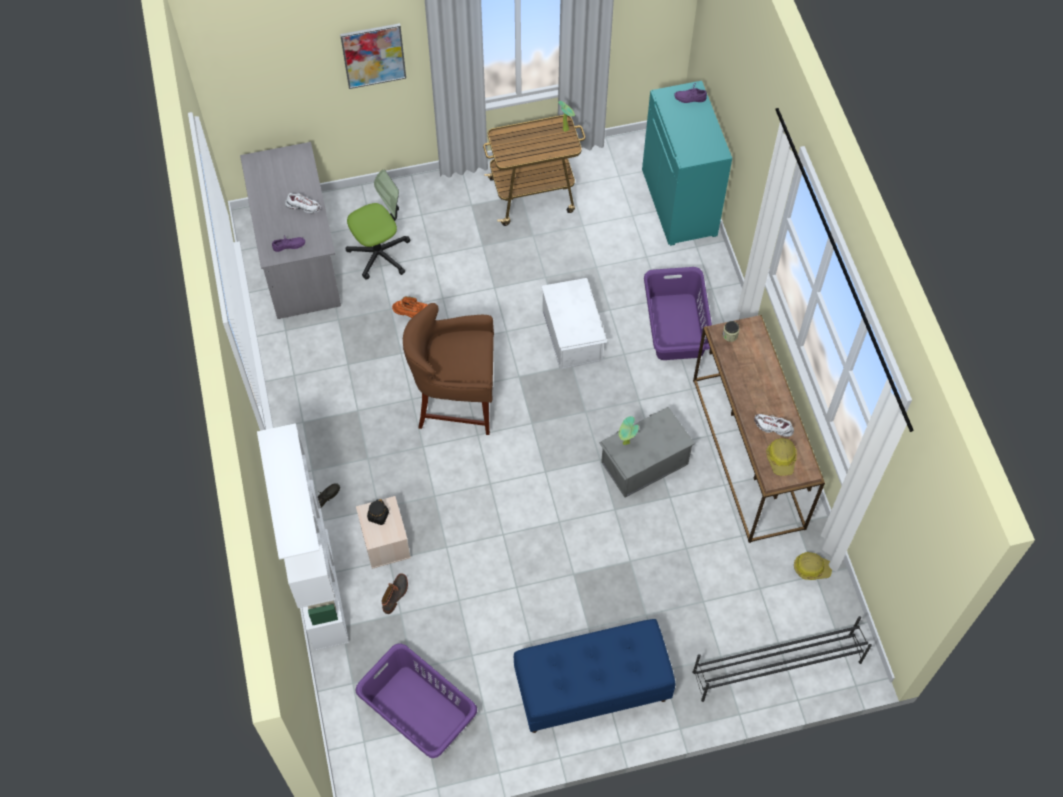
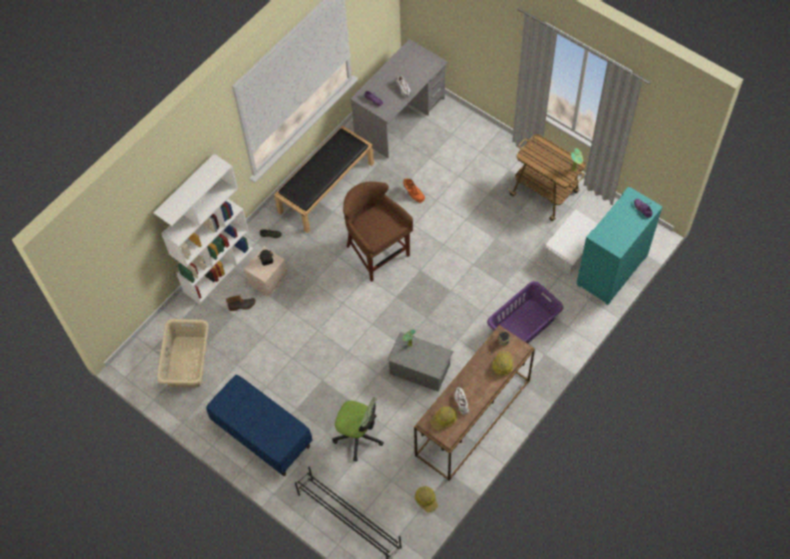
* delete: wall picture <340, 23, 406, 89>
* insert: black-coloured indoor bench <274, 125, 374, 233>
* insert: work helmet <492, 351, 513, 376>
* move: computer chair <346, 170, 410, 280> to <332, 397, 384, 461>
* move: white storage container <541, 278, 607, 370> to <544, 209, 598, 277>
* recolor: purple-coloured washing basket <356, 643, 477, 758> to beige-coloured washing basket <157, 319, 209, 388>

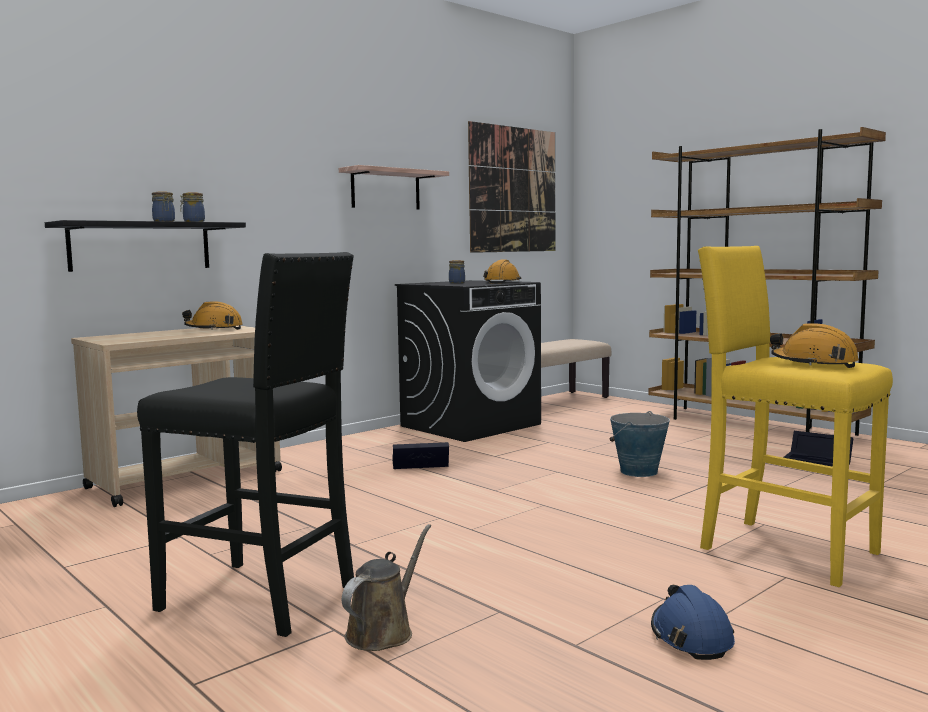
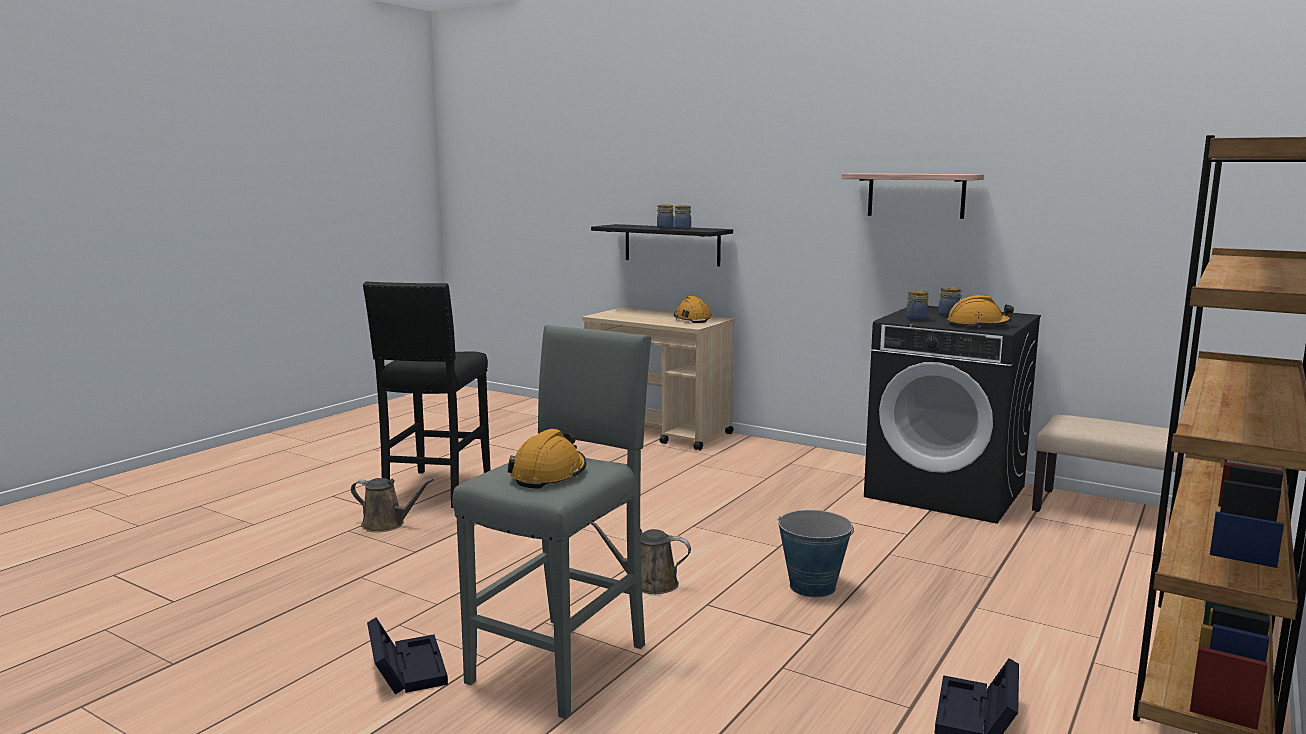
* delete: wall picture <468, 121, 556, 253>
* delete: bluish work helmet <651, 585, 735, 660>
* insert: brown-coloured sprinkling can <591, 522, 691, 594>
* insert: storage jar <906, 290, 929, 321>
* move: black-coloured storage container <392, 442, 449, 469> to <367, 618, 448, 695>
* recolor: yellow stool <698, 246, 893, 587> to gray stool <452, 325, 651, 719>

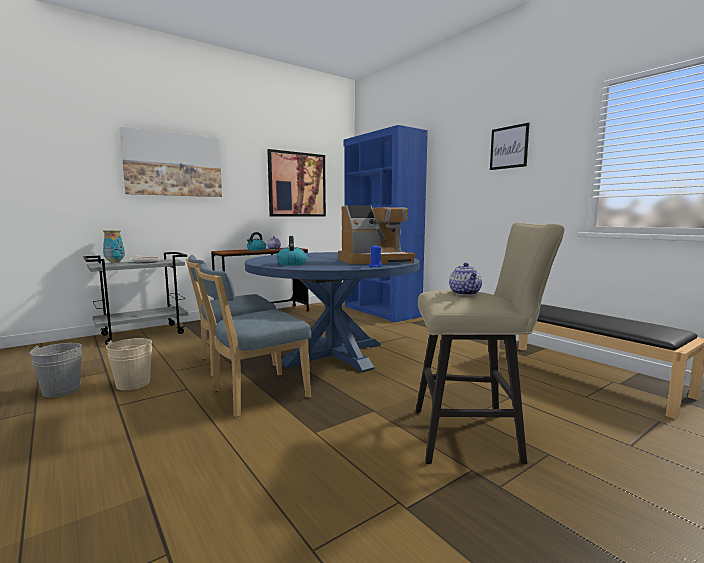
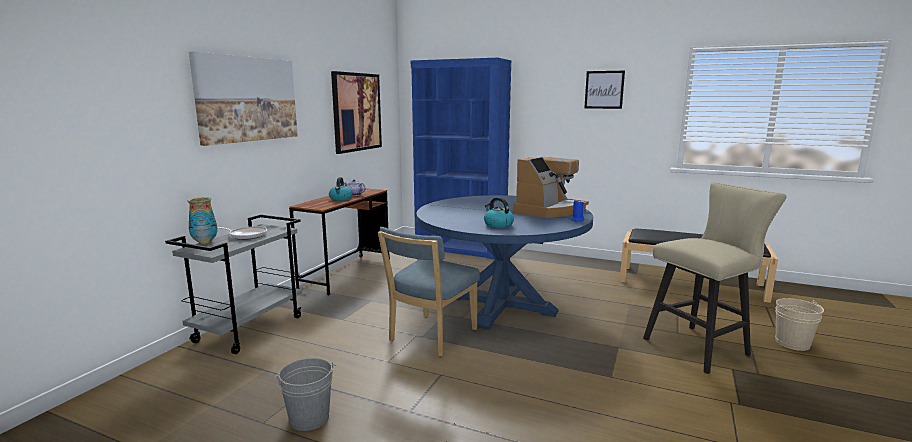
* delete: bluish plain chair <195, 264, 311, 417>
* delete: teapot <449, 263, 482, 295>
* move: beige-coloured pail <106, 338, 152, 390> to <775, 298, 824, 351>

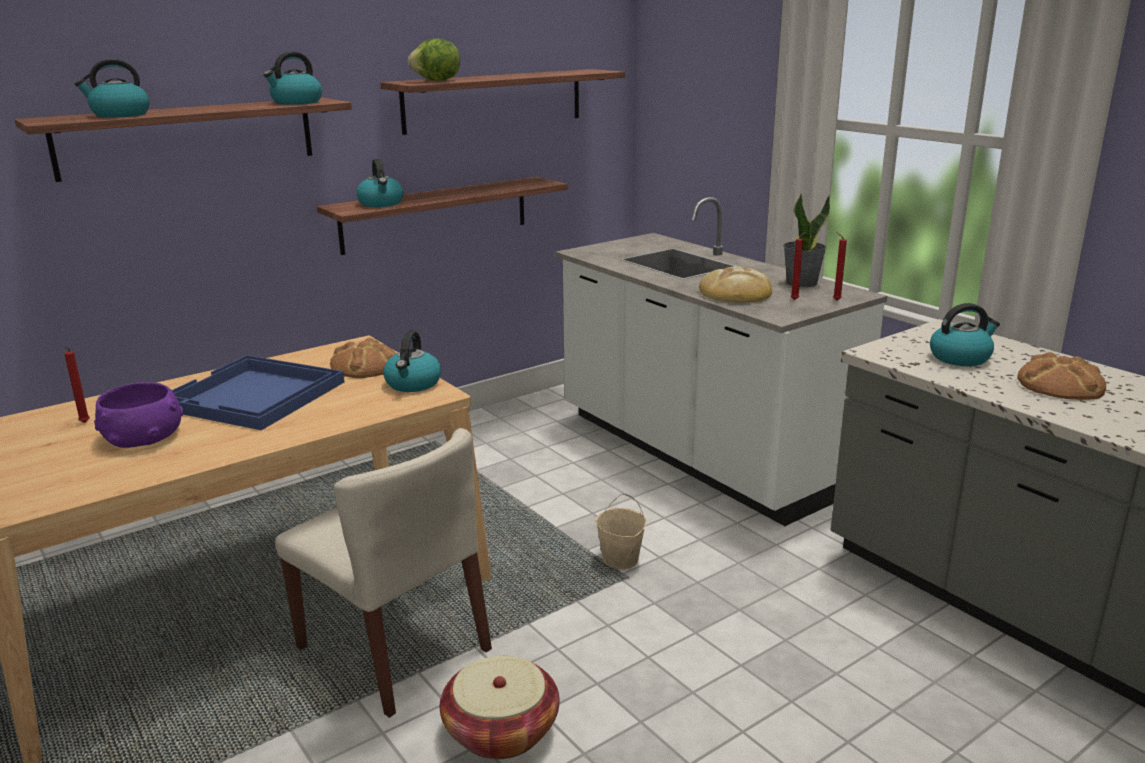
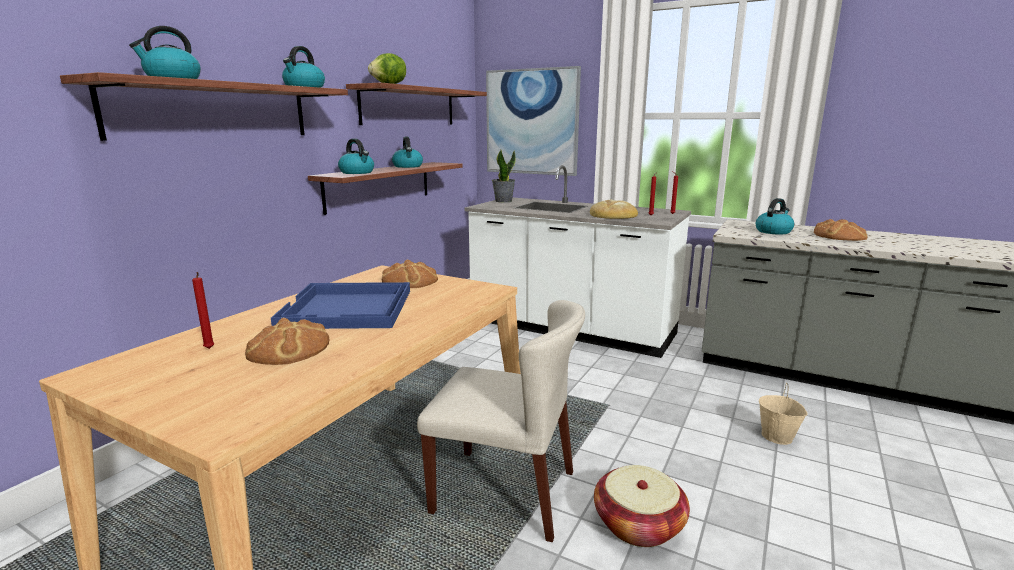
* insert: wall picture <486, 66, 581, 176>
* move: water kettle <383, 331, 441, 392> to <392, 136, 423, 168>
* move: beige-coloured pail <596, 493, 646, 570> to <759, 383, 808, 445>
* move: houseplant <783, 194, 830, 287> to <492, 150, 516, 203>
* replace: purple-coloured deep dish <94, 382, 183, 448> to bread <245, 317, 330, 365>

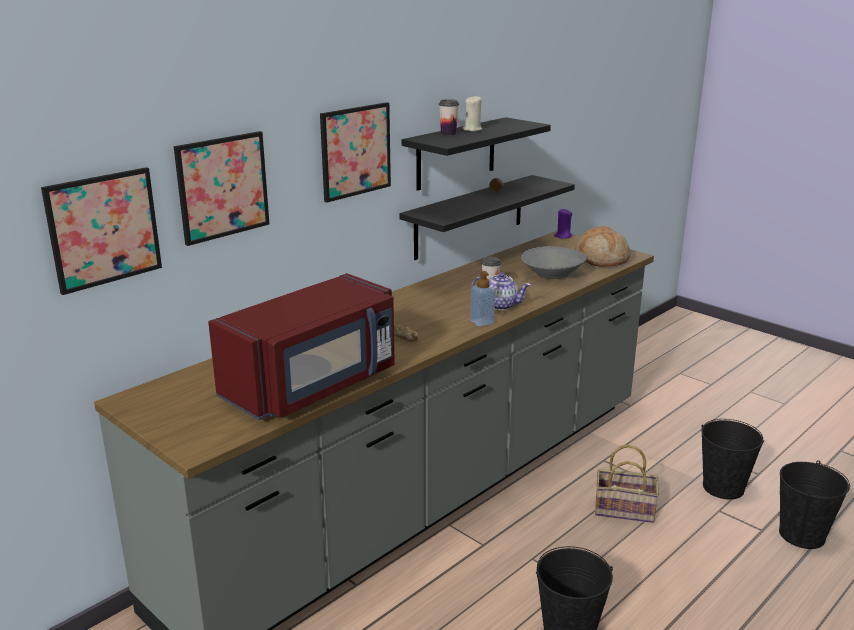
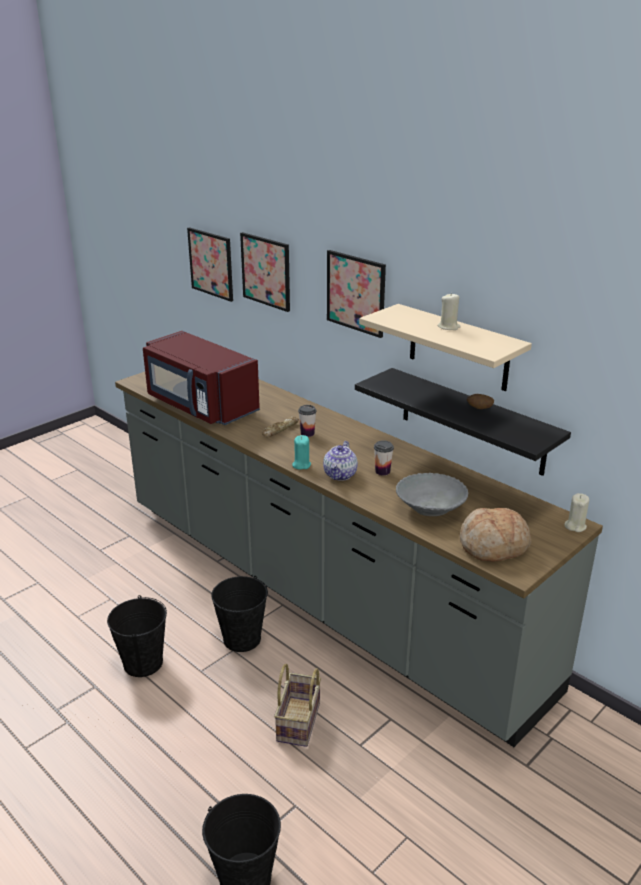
* move: small cup <439, 99, 459, 135> to <298, 405, 317, 437>
* move: black-coloured pail <701, 419, 765, 500> to <211, 576, 268, 652>
* replace: soap bottle <470, 271, 495, 327> to blue-green wax light <292, 435, 311, 470>
* recolor: black-coloured wall shelf <402, 117, 551, 191> to beige-coloured wall shelf <359, 304, 532, 391>
* recolor: purple-coloured wax light <554, 209, 572, 239> to beige-coloured wax light <565, 493, 589, 532>

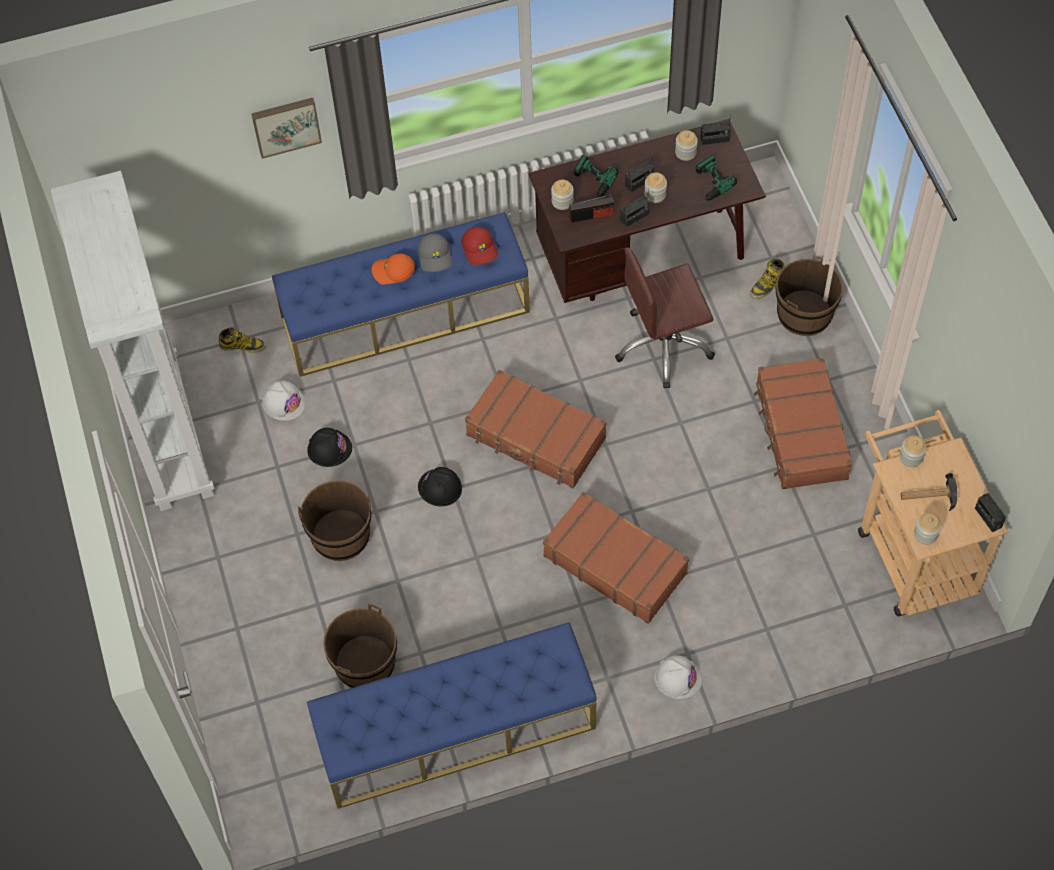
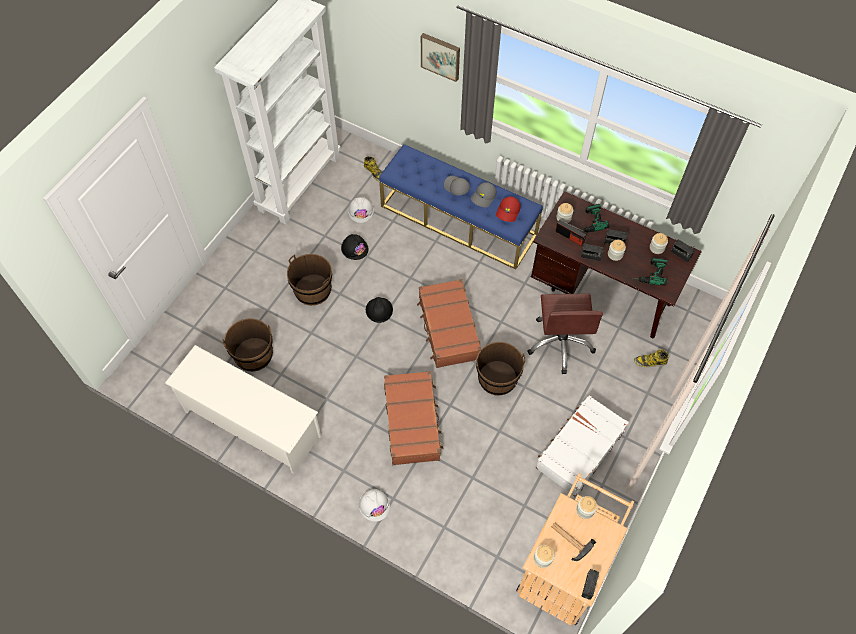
* move: brown-coloured pail <776, 257, 843, 336> to <476, 342, 525, 395>
* replace: bluish indoor bench <307, 622, 597, 809> to white shoe rack <165, 345, 322, 474>
* recolor: orange-coloured baseball cap <372, 253, 415, 285> to gray baseball cap <444, 176, 470, 195>
* recolor: brown-coloured piece of luggage <754, 358, 853, 489> to white piece of luggage <536, 395, 629, 497>
* rotate: brown-coloured computer chair <615, 248, 715, 388> = <528, 293, 603, 374> 120 degrees counterclockwise

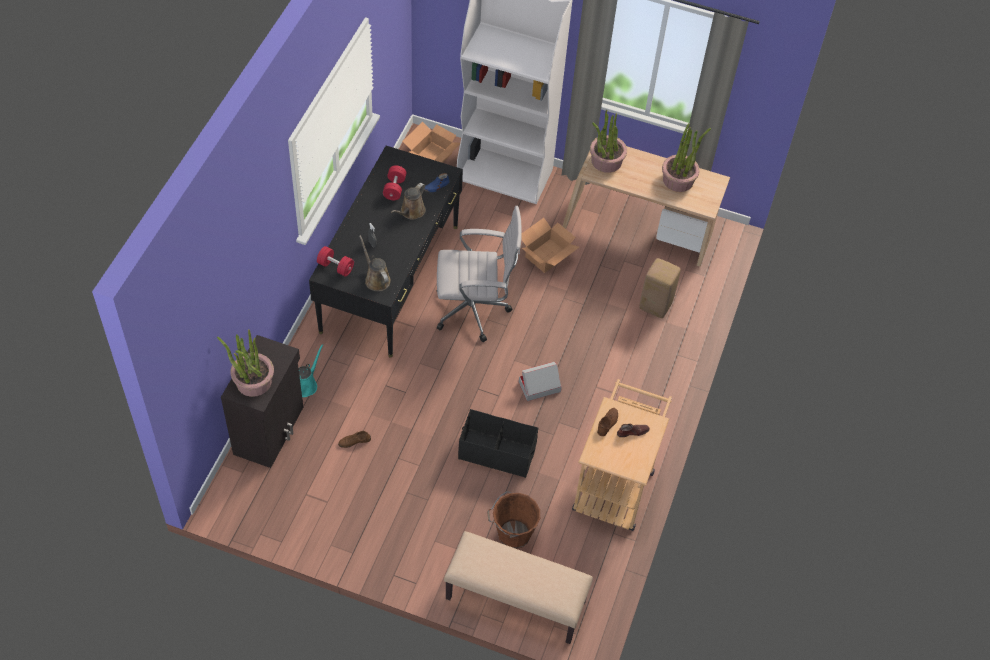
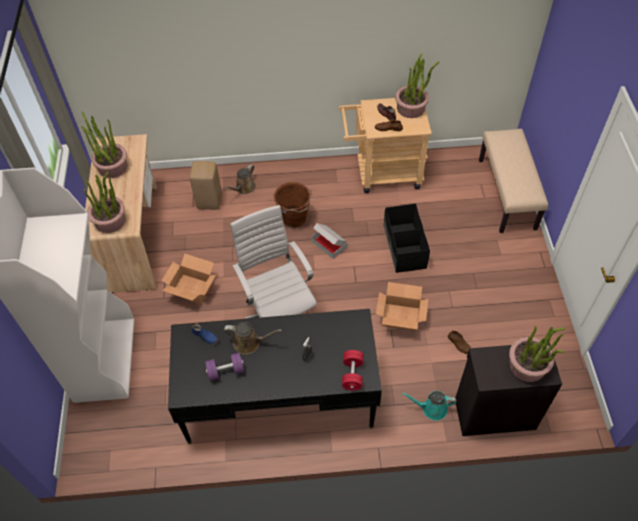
* insert: houseplant <395, 53, 439, 118>
* move: brown-coloured sprinkling can <359, 235, 391, 291> to <225, 164, 256, 194>
* move: carton <403, 122, 460, 163> to <376, 282, 428, 331>
* move: brown-coloured pail <487, 491, 540, 549> to <274, 182, 312, 228>
* recolor: red hand weight <383, 165, 406, 200> to purple-coloured hand weight <205, 353, 244, 381>

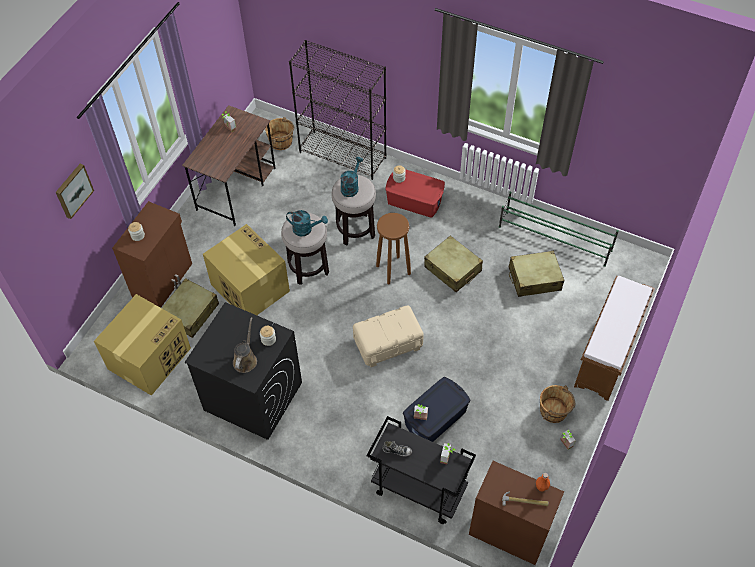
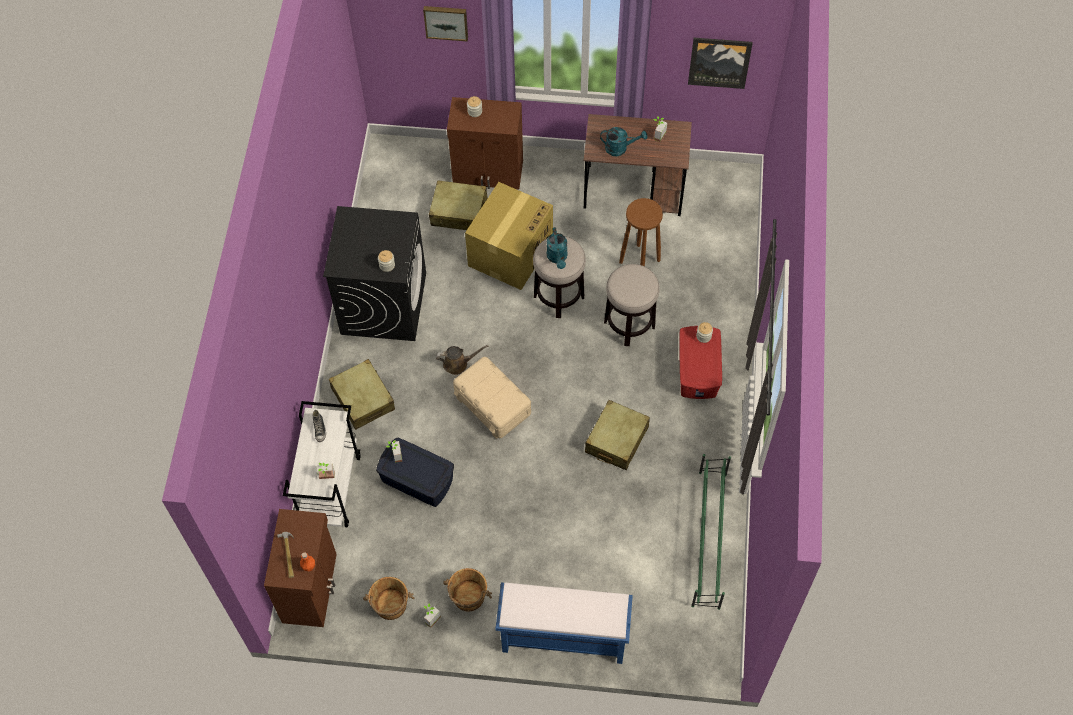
* delete: carton <94, 294, 191, 396>
* delete: black-coloured shelving unit <289, 40, 386, 180>
* insert: wall picture <688, 38, 753, 89>
* move: brown-coloured sprinkling can <233, 317, 257, 373> to <436, 345, 488, 375>
* move: brown-coloured pail <265, 117, 294, 150> to <363, 577, 415, 620>
* move: blue-green sprinkling can <340, 157, 363, 197> to <600, 127, 647, 156>
* move: brown-coloured stool <376, 213, 411, 284> to <619, 198, 663, 266>
* move: beige-coloured piece of luggage <509, 251, 564, 297> to <329, 359, 395, 430>
* recolor: black-coloured wheeled cart <366, 416, 476, 524> to white wheeled cart <283, 401, 360, 528>
* recolor: brown-coloured indoor bench <574, 276, 655, 401> to bluish indoor bench <495, 582, 633, 664>

